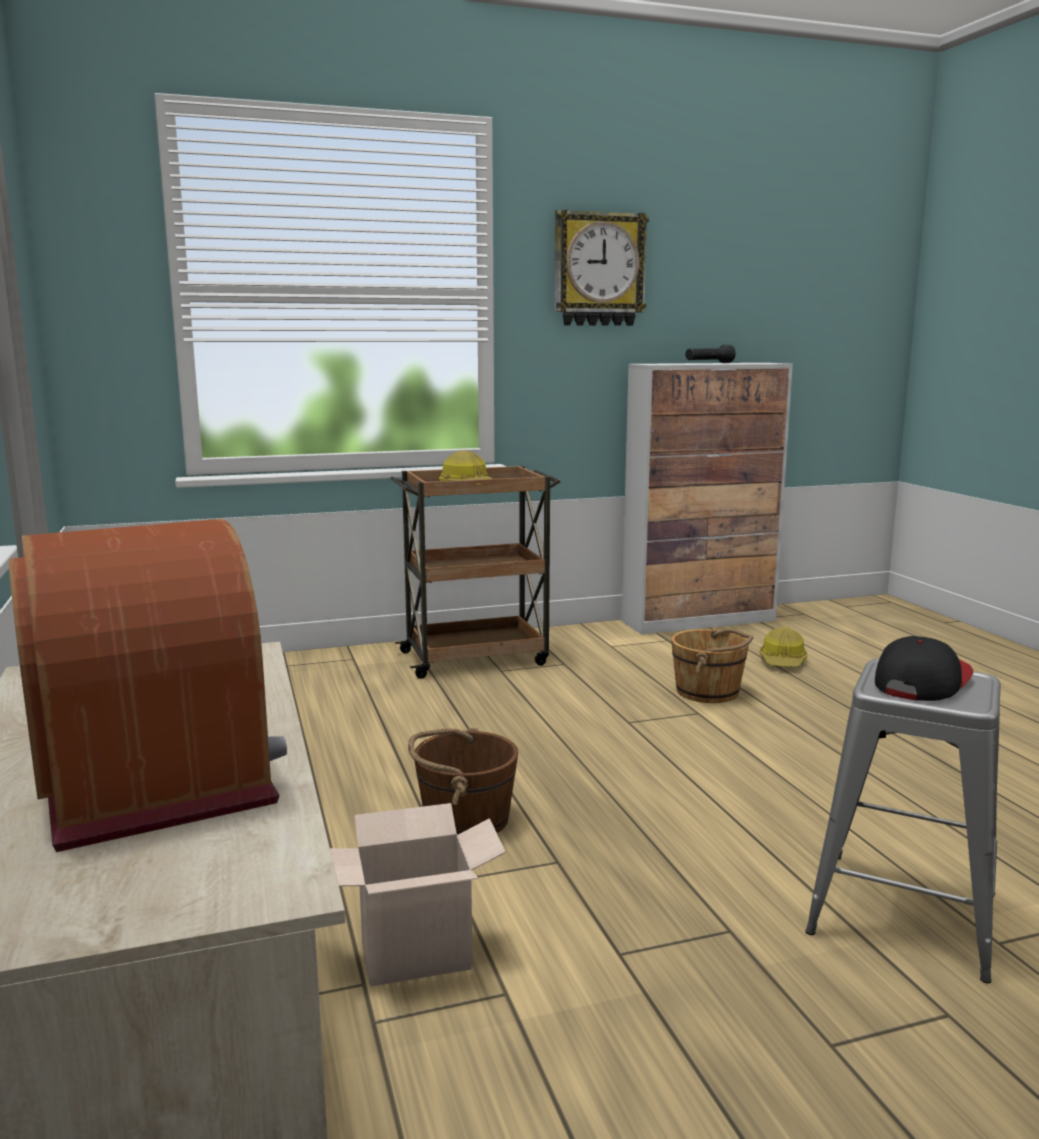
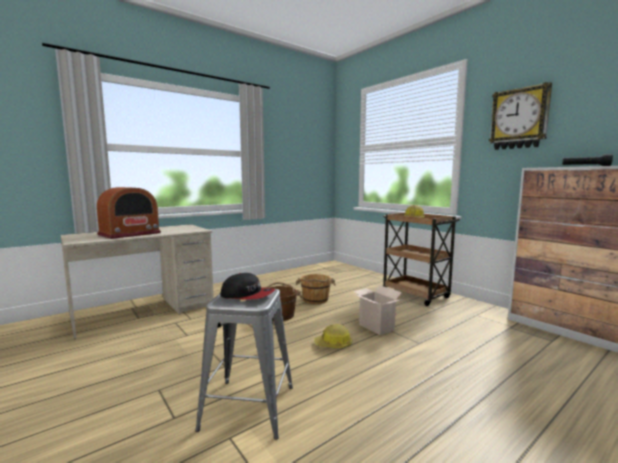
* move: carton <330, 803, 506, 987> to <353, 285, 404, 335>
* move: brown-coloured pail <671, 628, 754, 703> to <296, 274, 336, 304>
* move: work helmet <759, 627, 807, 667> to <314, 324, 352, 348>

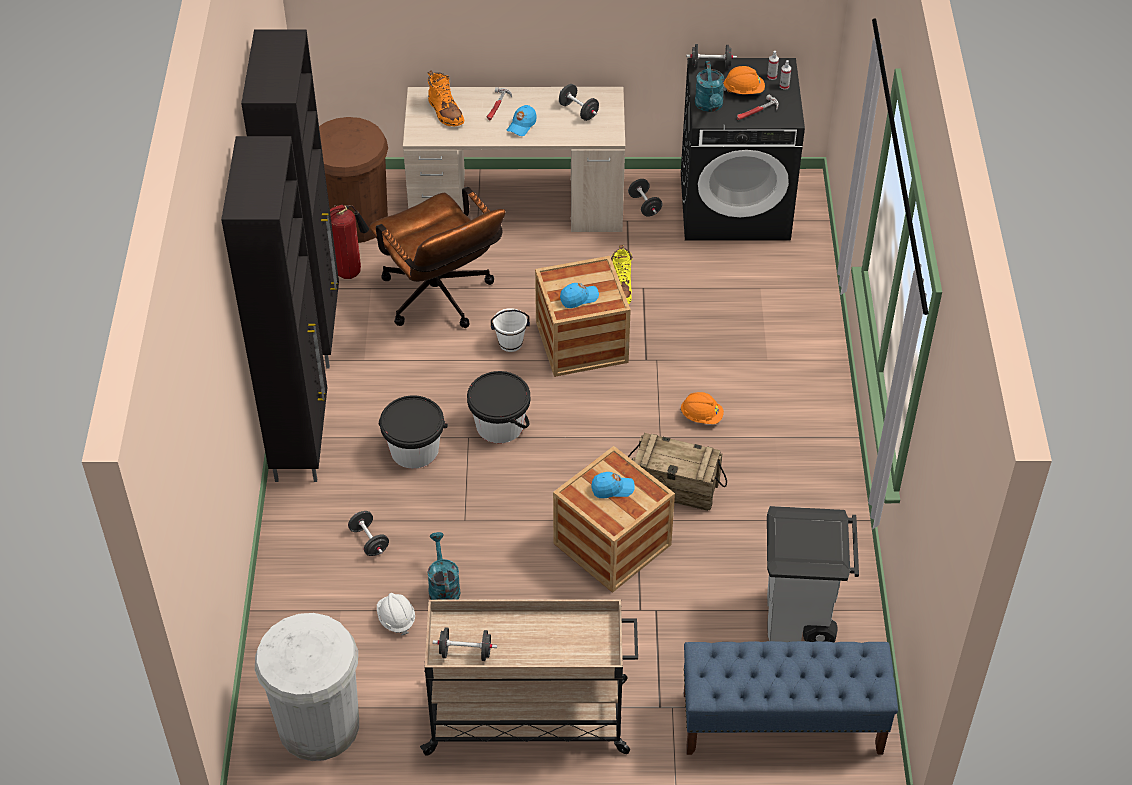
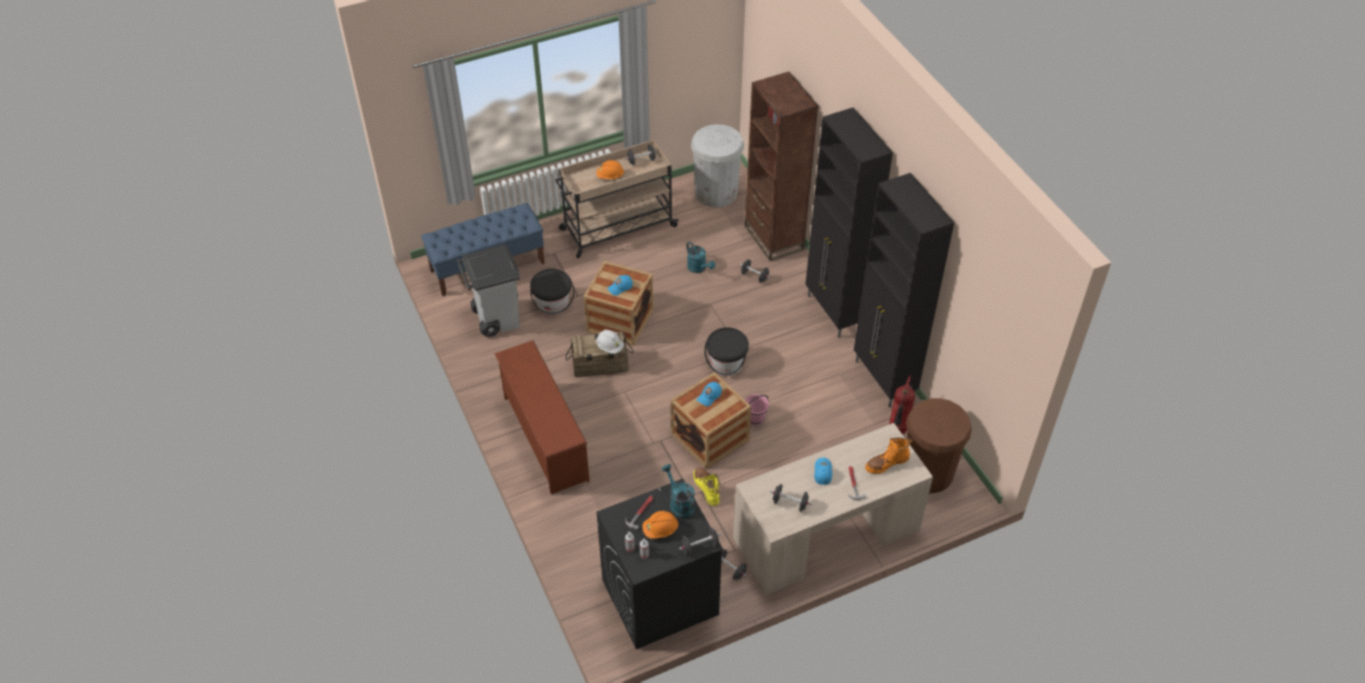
* delete: brown-coloured computer chair <369, 187, 506, 328>
* insert: brown-coloured shoe rack <494, 340, 590, 494>
* insert: brown-coloured shelving unit <744, 72, 818, 261>
* move: white work helmet <377, 593, 415, 635> to <596, 330, 624, 354>
* move: black-coloured pail <379, 395, 448, 469> to <530, 268, 574, 315>
* move: orange-coloured work helmet <680, 392, 724, 424> to <596, 160, 625, 179>
* recolor: white pail <491, 308, 530, 352> to pink-coloured pail <745, 394, 769, 425>
* rotate: orange-coloured boot <428, 71, 465, 127> = <865, 437, 913, 474> 60 degrees counterclockwise

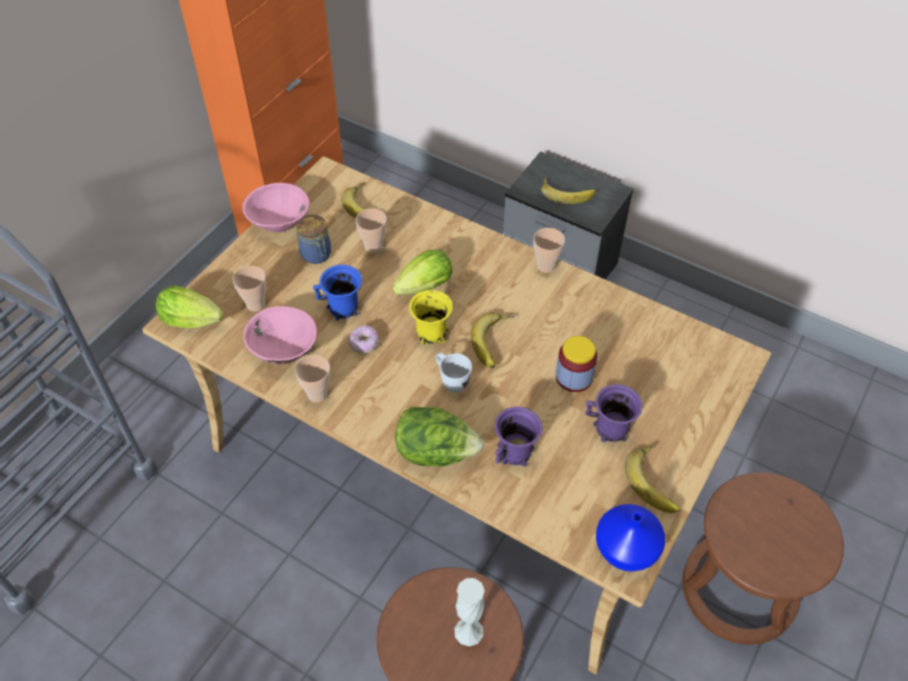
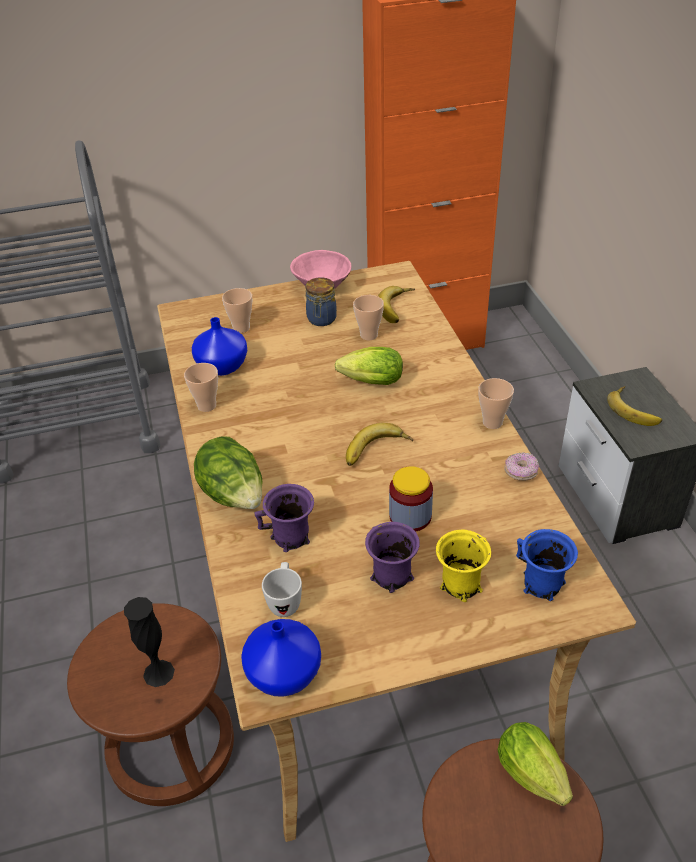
* delete: banana fruit <625, 445, 680, 513>
* move: lettuce <156, 285, 224, 328> to <498, 722, 573, 806>
* move: bluish tea mug <313, 265, 362, 320> to <516, 529, 578, 601>
* move: ring doughnut <349, 325, 379, 353> to <504, 452, 539, 481>
* move: yellow tea mug <409, 290, 453, 344> to <436, 529, 491, 602>
* move: white tea mug <435, 353, 472, 393> to <262, 562, 302, 617>
* replace: pink-coloured deep dish <243, 306, 317, 364> to bluish flower vase <192, 317, 247, 376>
* recolor: white flower vase <454, 578, 485, 647> to black-coloured flower vase <124, 597, 175, 687>

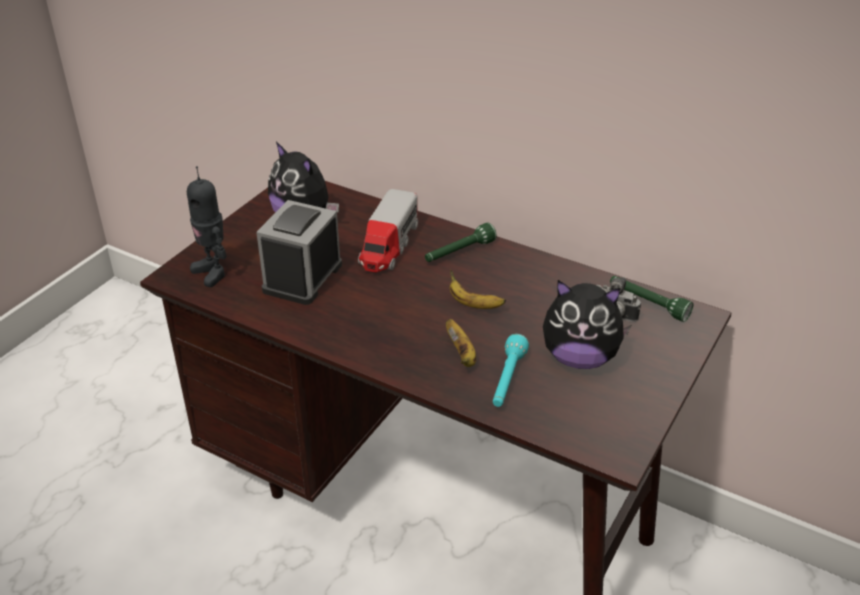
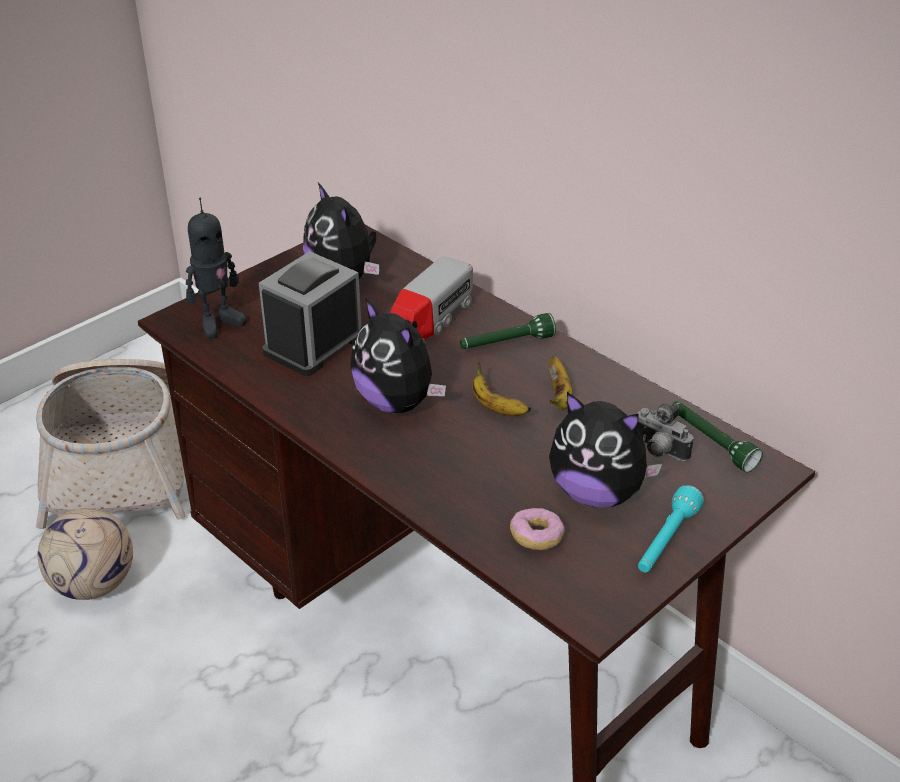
* insert: household basket <36, 359, 185, 529>
* insert: ball for football <38, 508, 133, 600>
* insert: soft toy <350, 298, 446, 413>
* insert: ring doughnut <510, 508, 565, 550>
* move: banana fruit <446, 319, 476, 367> to <549, 356, 573, 410>
* move: blue-green flashlight <493, 334, 529, 407> to <638, 485, 704, 572>
* rotate: toy robot <187, 166, 227, 287> = <186, 197, 247, 339> 105 degrees counterclockwise

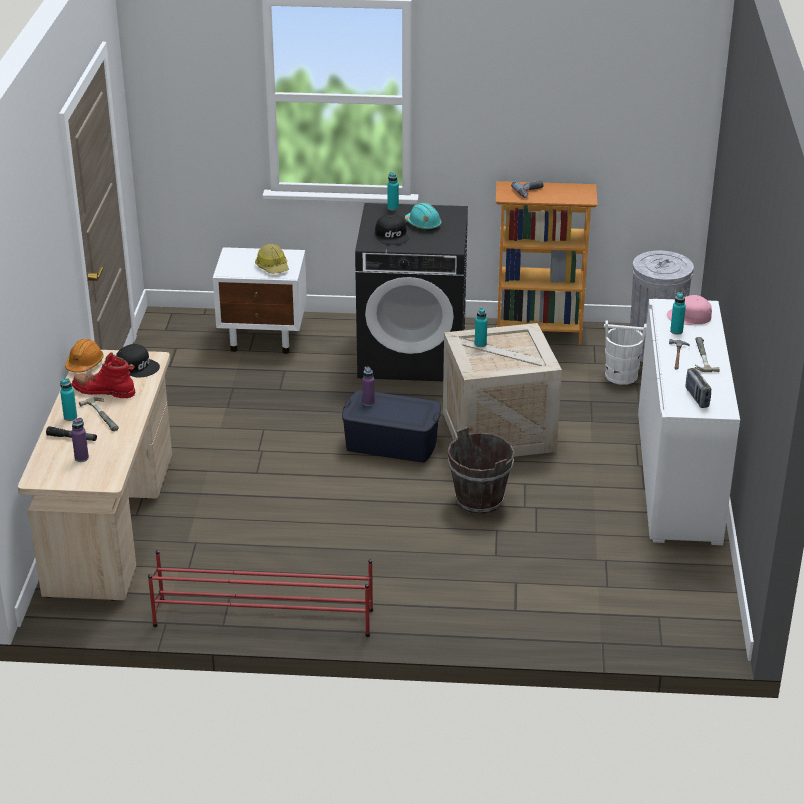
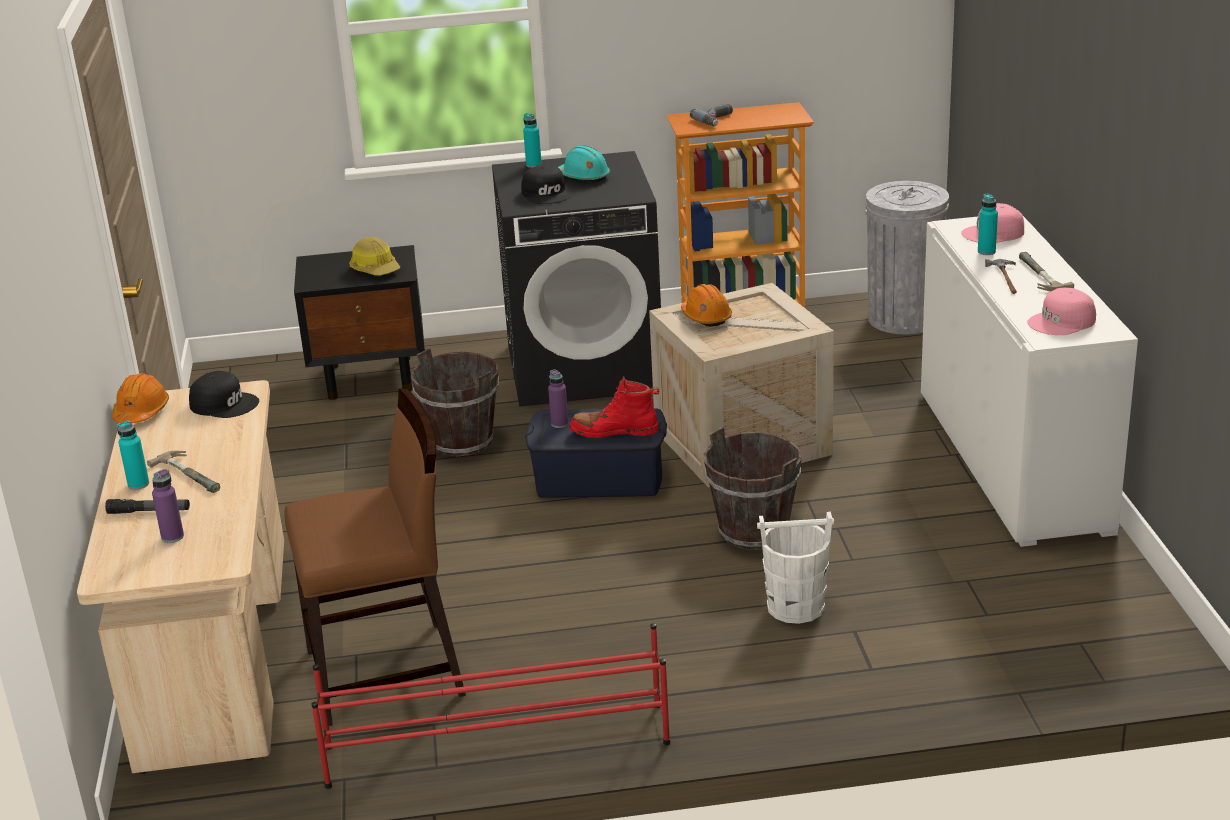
* insert: brown-coloured plain chair <284, 388, 466, 726>
* insert: brown-coloured pail <411, 348, 499, 456>
* move: red boot <72, 353, 136, 399> to <569, 376, 660, 438>
* move: white pail <604, 320, 647, 385> to <757, 511, 834, 624>
* replace: blue-green bottle <475, 308, 487, 347> to orange-coloured work helmet <681, 284, 732, 327>
* replace: radio <686, 368, 711, 408> to pink-coloured baseball cap <1027, 288, 1096, 335>
* recolor: white nightstand <213, 247, 307, 354> to black-coloured nightstand <294, 245, 425, 400>

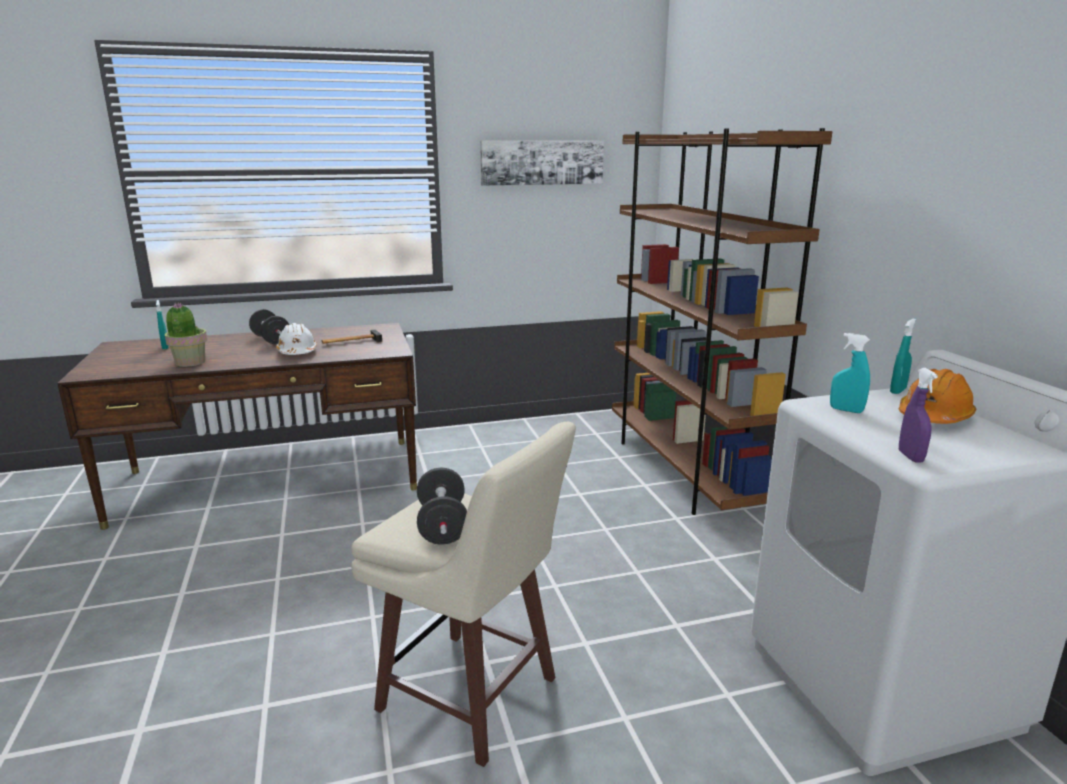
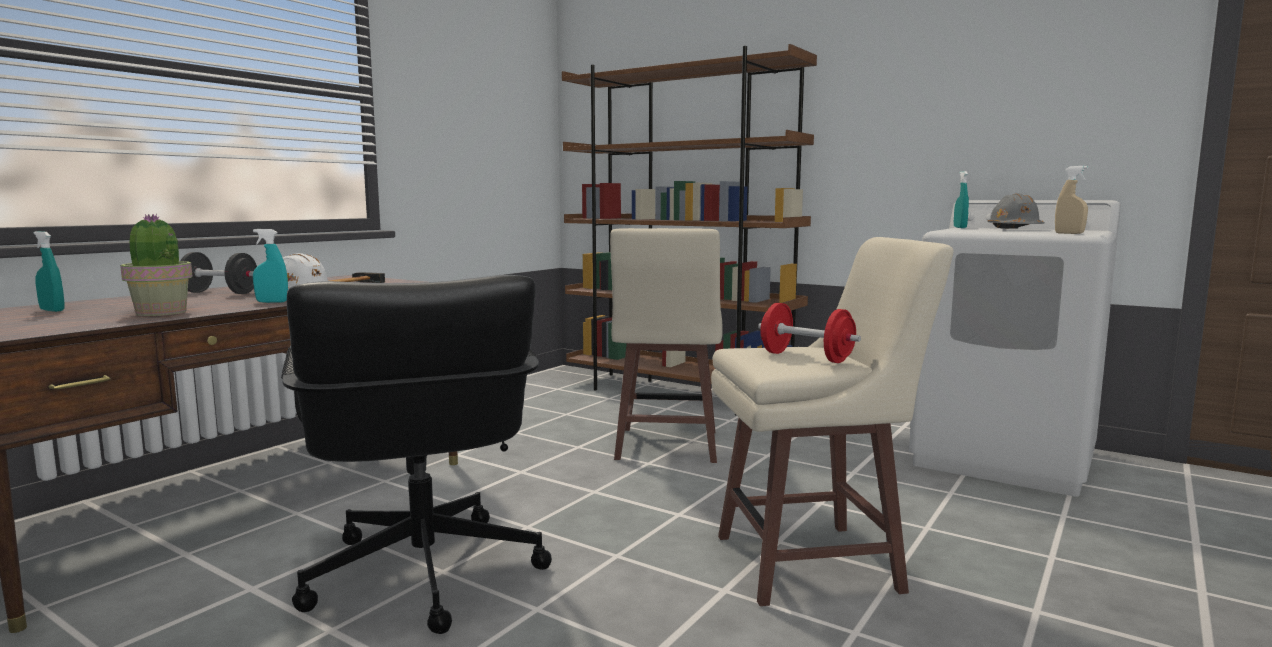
* delete: wall picture <480, 140, 604, 186>
* insert: black-coloured computer chair <281, 275, 552, 634>
* insert: beige-coloured stool <610, 228, 723, 463>
* move: blue-green sprayer <830, 333, 870, 413> to <253, 229, 288, 303>
* recolor: black-coloured hand weight <417, 468, 467, 545> to red hand weight <758, 303, 861, 363>
* recolor: purple-coloured sprayer <899, 368, 938, 463> to beige-coloured sprayer <1055, 166, 1088, 234>
* recolor: orange-coloured work helmet <899, 369, 976, 424> to gray work helmet <988, 193, 1045, 229>

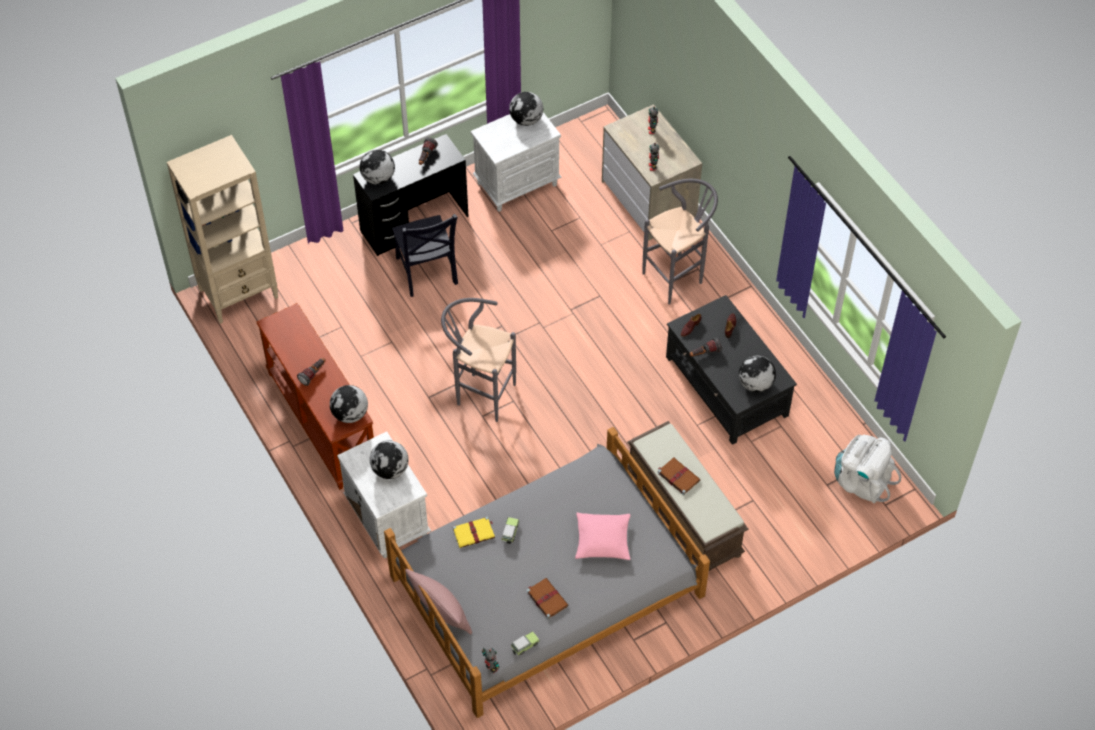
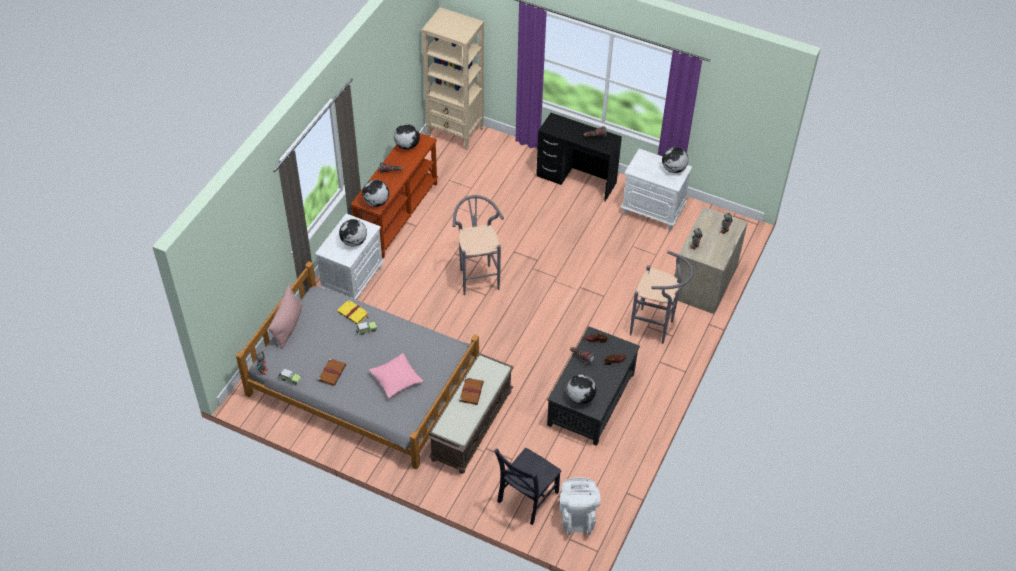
* move: globe <360, 150, 395, 184> to <394, 124, 420, 150>
* move: black-coloured plain chair <392, 214, 458, 297> to <494, 448, 562, 525>

